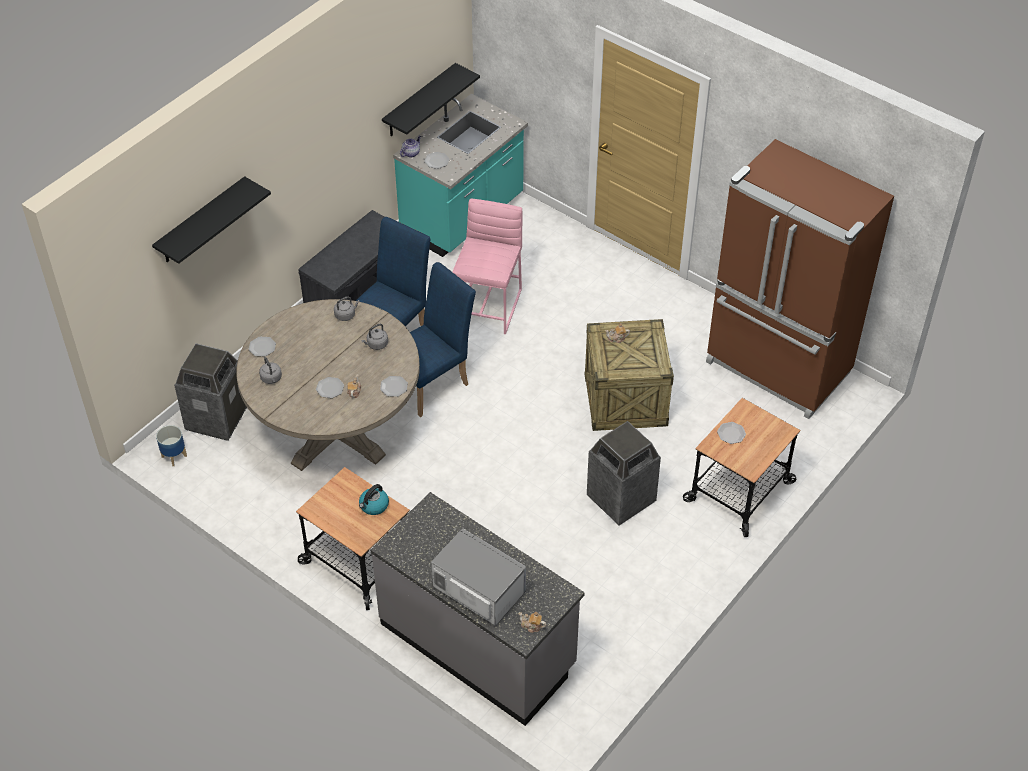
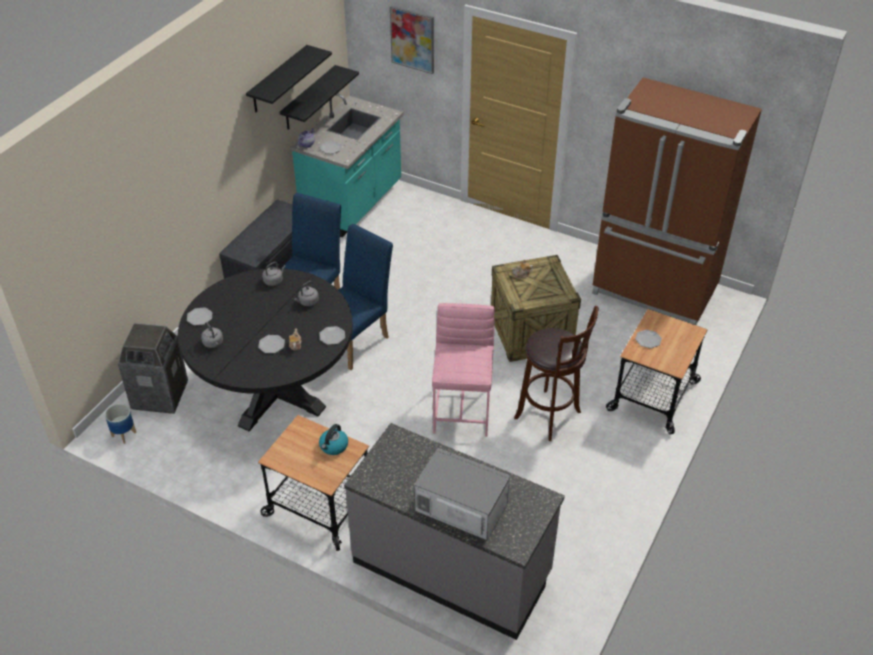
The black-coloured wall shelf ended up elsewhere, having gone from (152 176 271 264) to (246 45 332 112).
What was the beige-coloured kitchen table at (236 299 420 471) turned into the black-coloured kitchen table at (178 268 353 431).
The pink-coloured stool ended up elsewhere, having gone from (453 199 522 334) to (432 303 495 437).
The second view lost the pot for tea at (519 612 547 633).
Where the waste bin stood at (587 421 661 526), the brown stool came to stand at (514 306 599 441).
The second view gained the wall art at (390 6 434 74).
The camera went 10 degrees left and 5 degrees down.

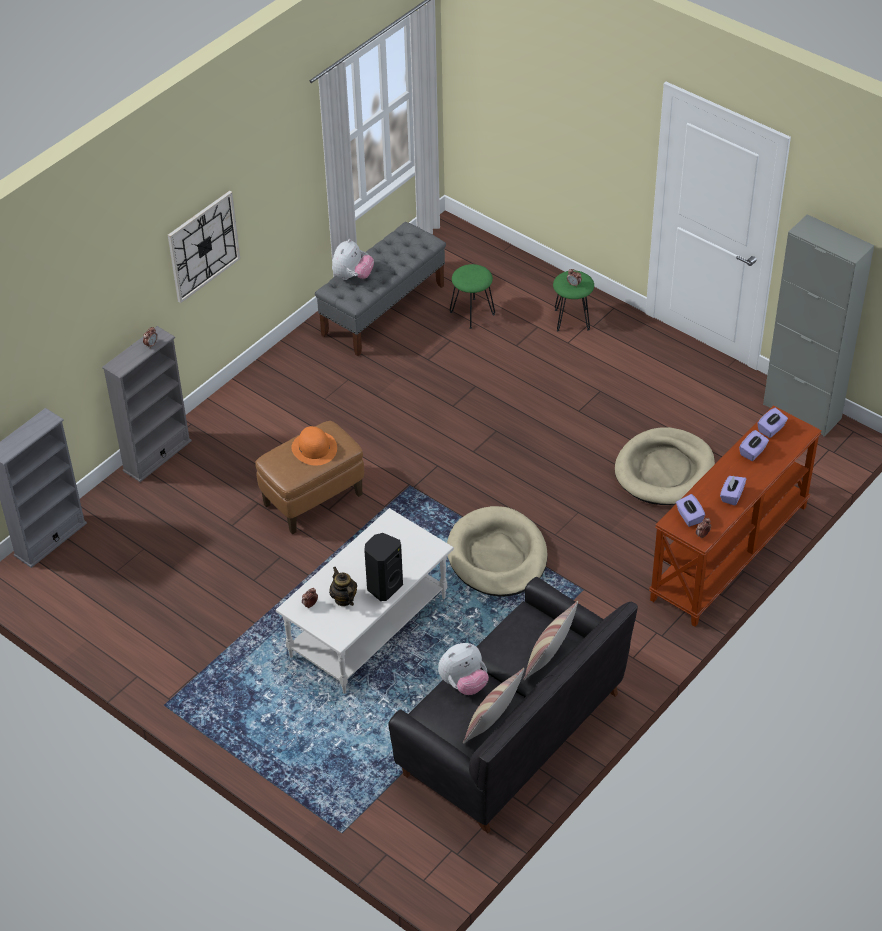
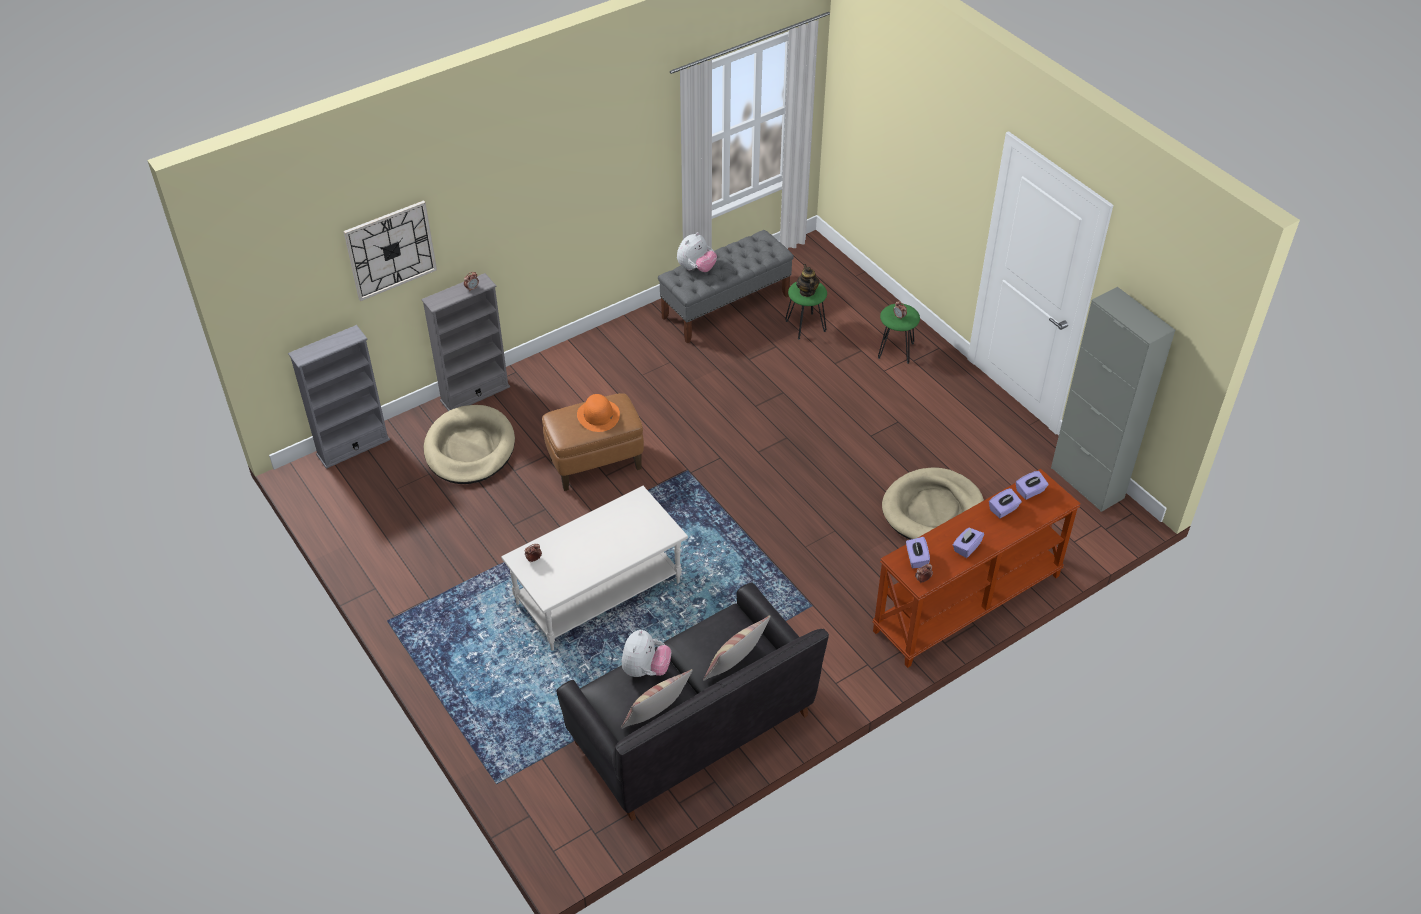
The clock on the wall ended up elsewhere, having gone from (168 191 240 303) to (344 200 437 301).
The pot for tea ended up elsewhere, having gone from (329 567 357 606) to (796 264 820 297).
The second view lost the black-coloured loudspeaker at (364 533 403 601).
The soft toy at (438 643 489 695) ended up facing another way, 60 degrees counterclockwise from before.
The beige-coloured pet bed ended up elsewhere, having gone from (447 506 548 597) to (424 405 515 484).
The camera went 15 degrees right and 0 degrees up.

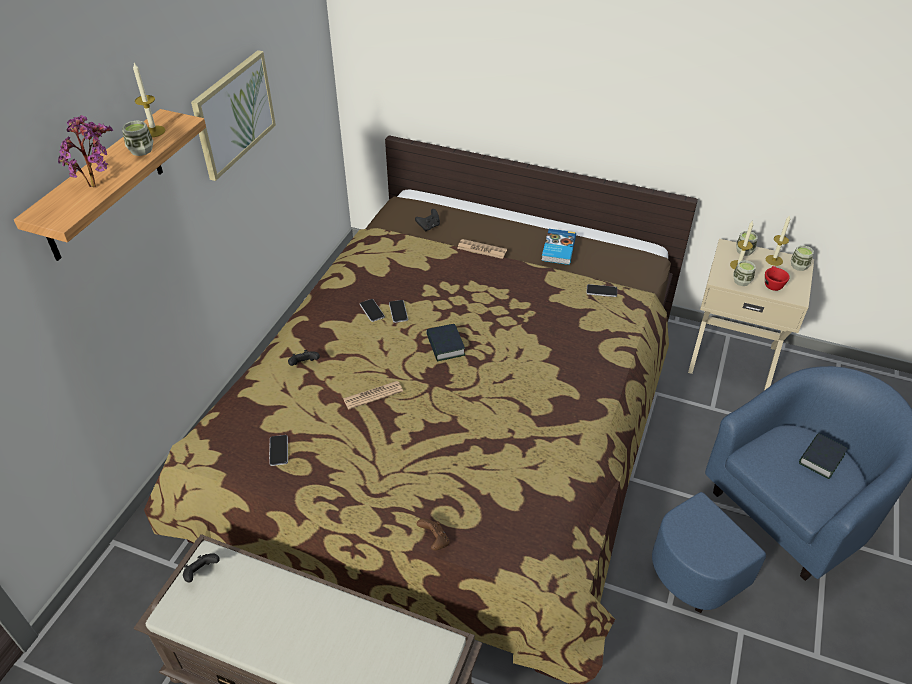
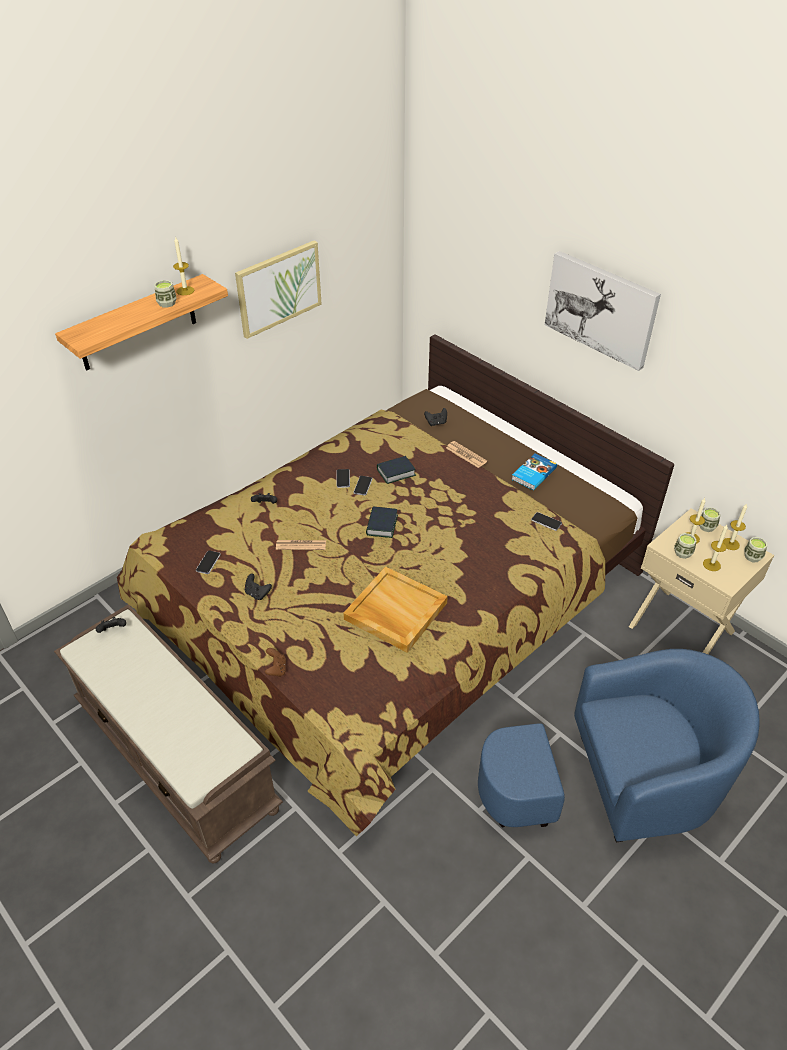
The second view lost the potted plant at (58 115 113 187).
Where the red drinking cup stood at (765 266 790 291), the wax light came to stand at (703 525 728 571).
The book ended up elsewhere, having gone from (799 433 847 479) to (377 456 416 484).
The second view gained the black-coloured gamepad at (245 574 272 600).
The second view gained the beige-coloured tray at (343 566 448 653).
The second view gained the wall art at (545 251 661 371).
The camera went 25 degrees right and 0 degrees up.

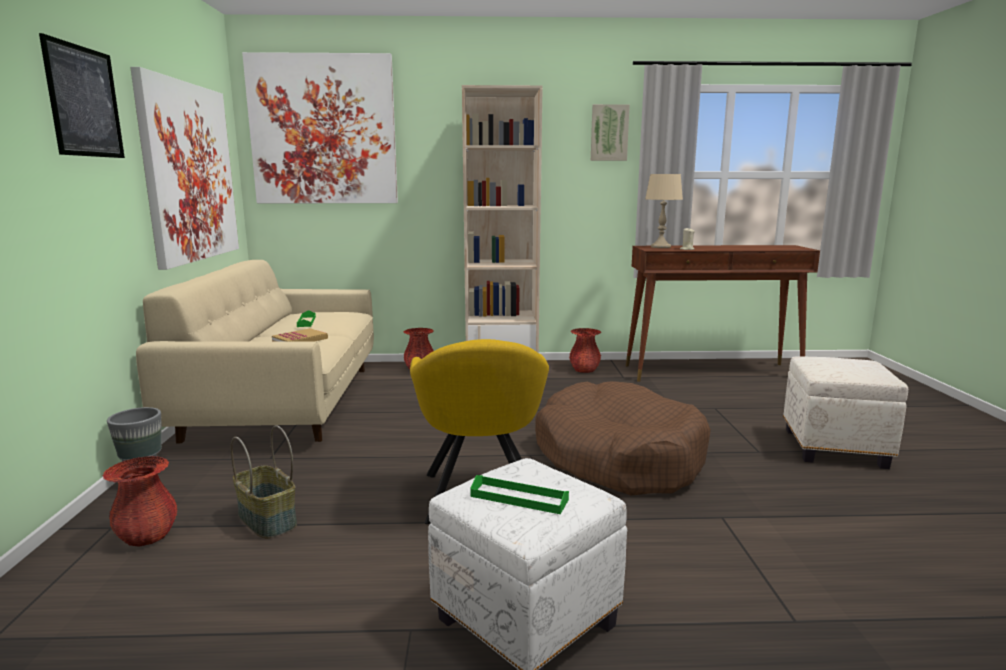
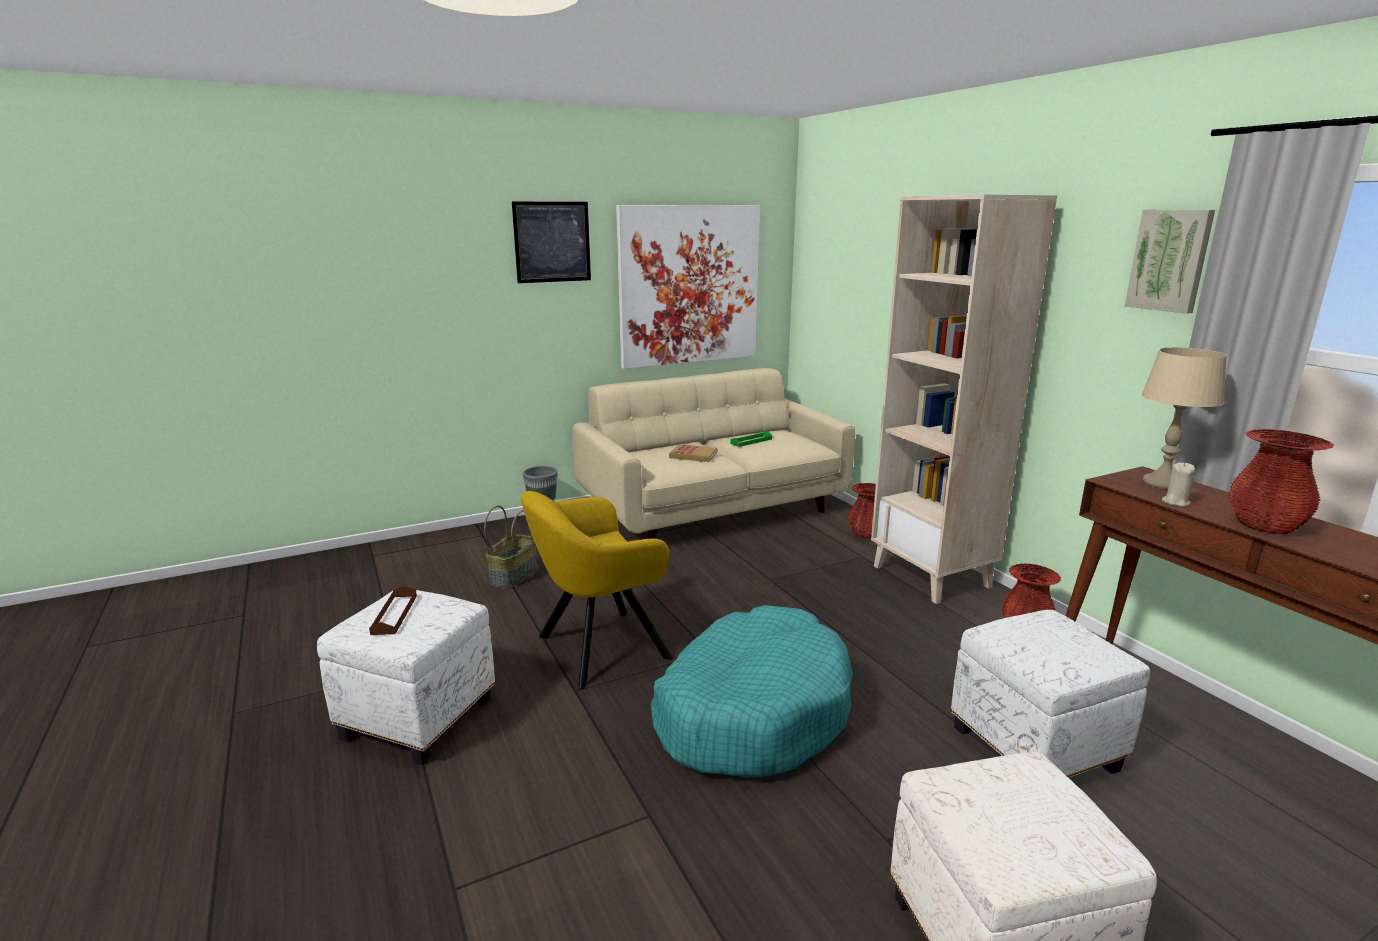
The red vase ended up elsewhere, having gone from (102 456 177 547) to (1229 429 1334 534).
The second view lost the wall art at (242 52 398 203).
What was the green tray at (470 475 569 514) turned into the brown tray at (369 585 417 635).
What was the brown pet bed at (535 381 711 495) turned into the turquoise-coloured pet bed at (651 605 853 777).
The second view gained the whitish footrest at (951 610 1150 778).
The camera went 65 degrees right and 5 degrees up.

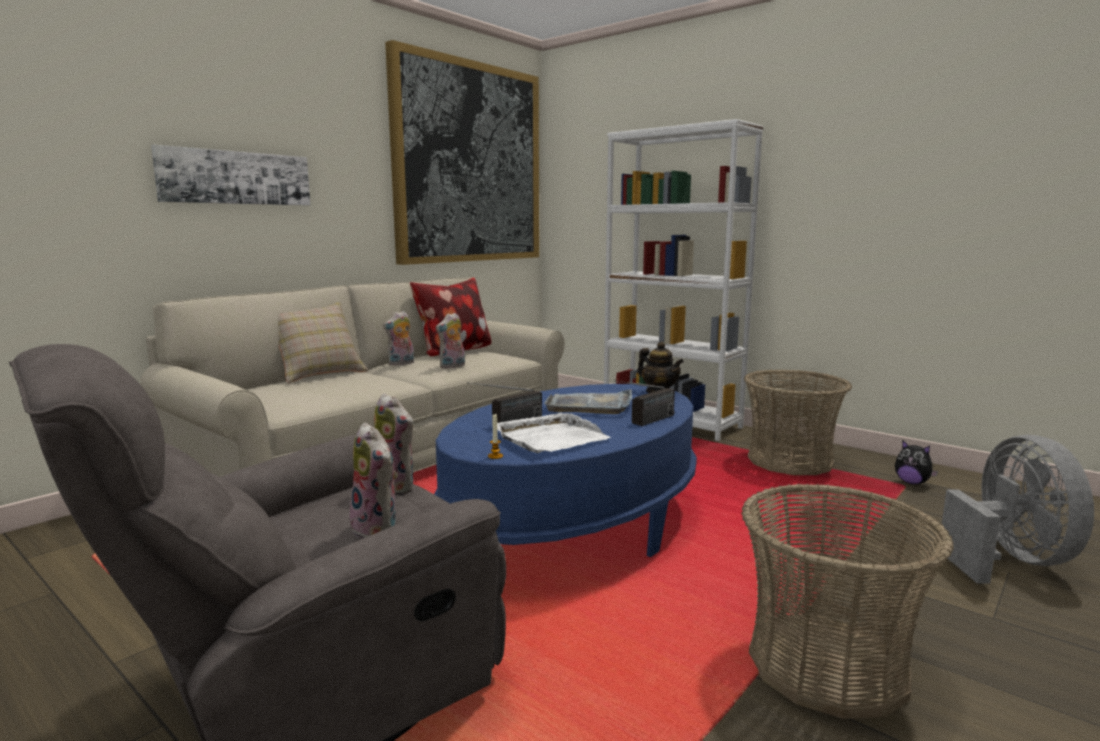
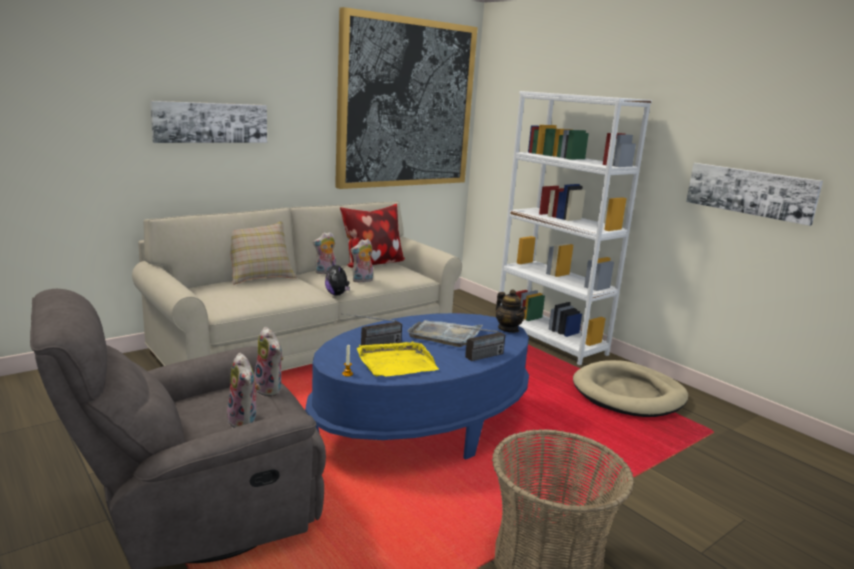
What was the whitish tray at (497 413 611 453) turned into the yellow-coloured tray at (357 342 439 377).
Where the household basket stood at (744 369 852 475), the beige-coloured pet bed came to stand at (573 360 688 417).
The soft toy ended up elsewhere, having gone from (895 441 938 485) to (325 262 350 296).
The second view lost the gray cooling fan at (940 435 1094 583).
The second view gained the wall art at (686 163 823 226).
The camera went 10 degrees right and 5 degrees up.

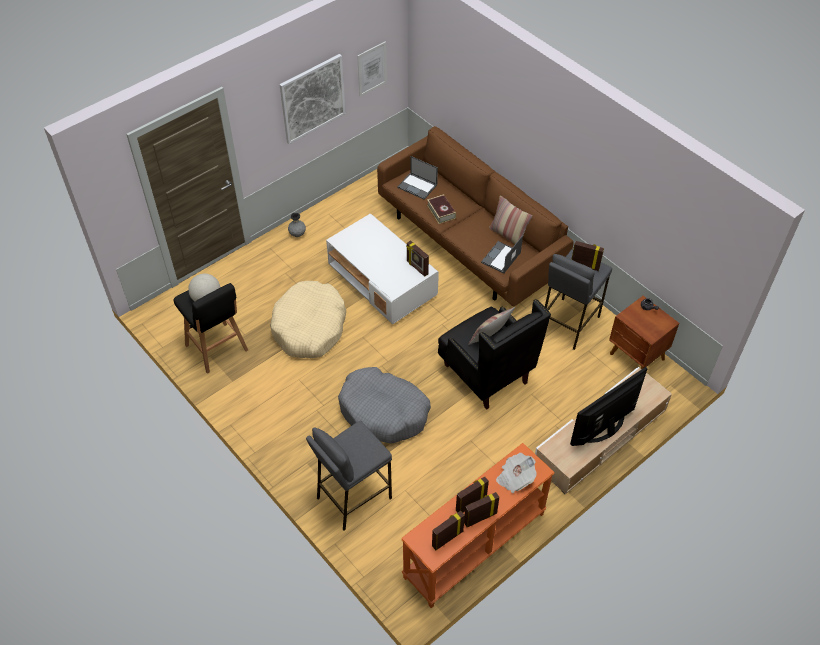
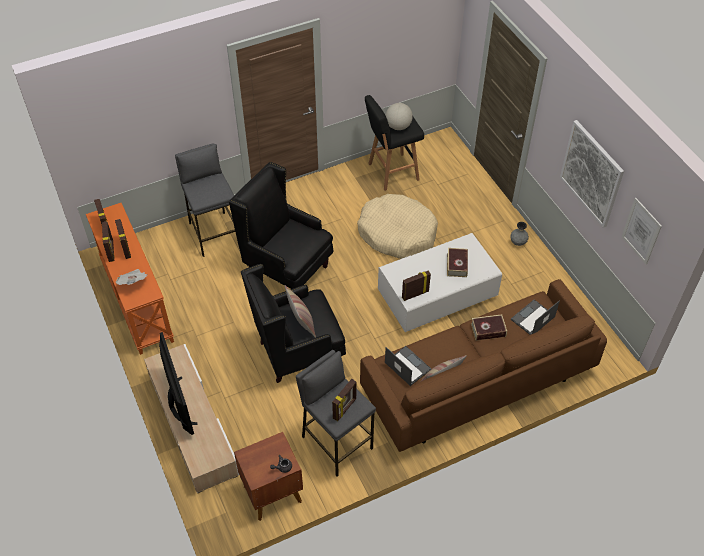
Where the gray pet bed stood at (338 367 431 443), the black-coloured armchair came to stand at (229 162 334 289).
The second view gained the book at (447 248 468 277).
The camera went 105 degrees right and 0 degrees up.

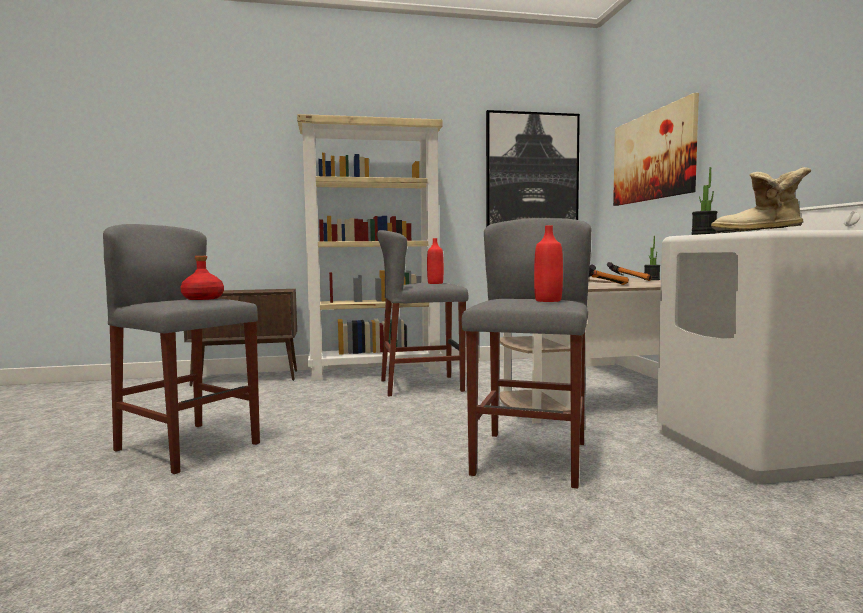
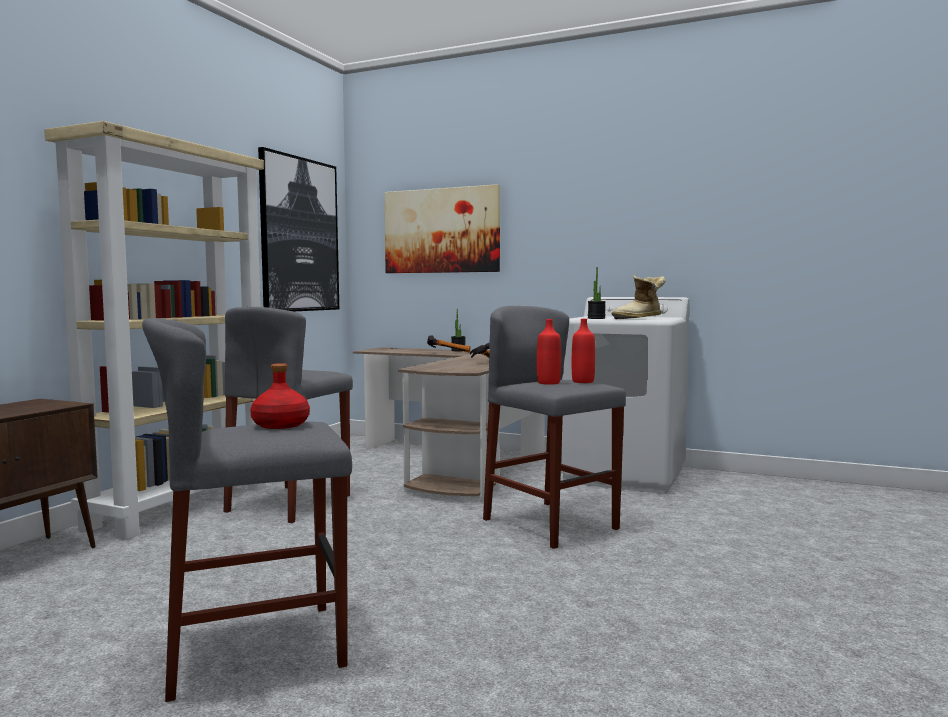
The red bottle ended up elsewhere, having gone from (427 238 444 284) to (537 319 561 385).
The camera went 55 degrees left and 0 degrees up.

